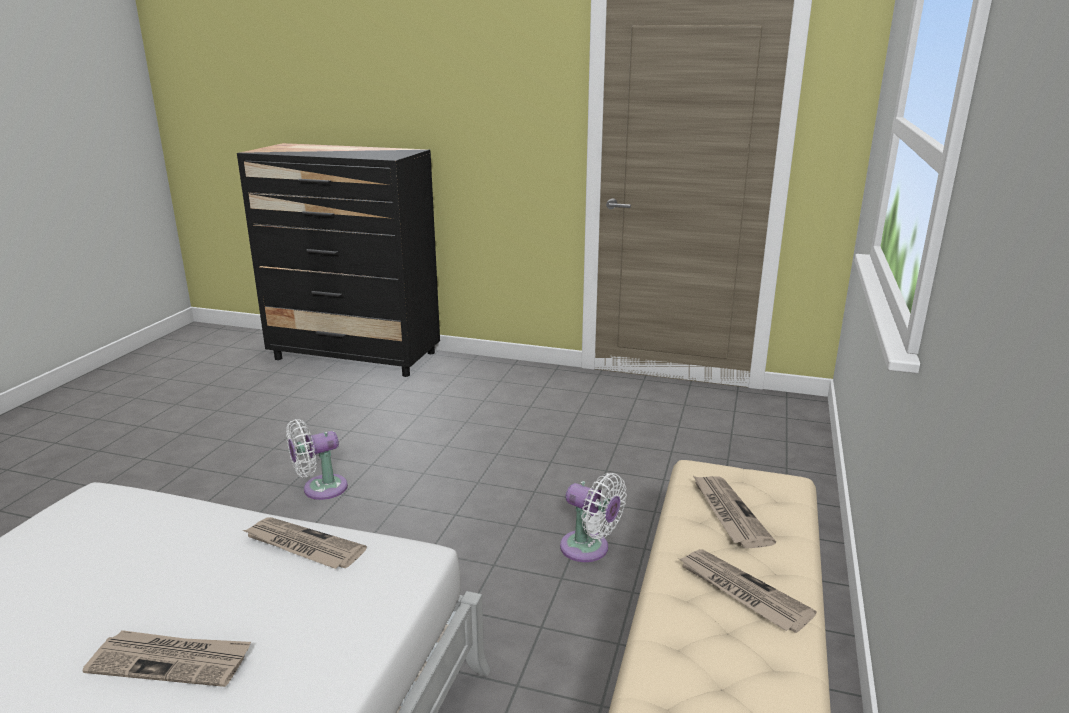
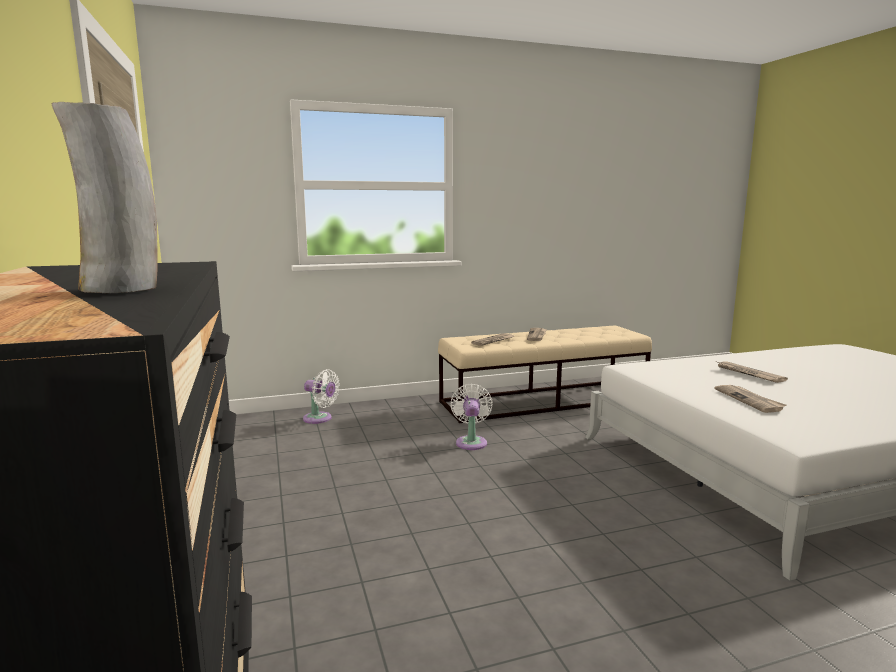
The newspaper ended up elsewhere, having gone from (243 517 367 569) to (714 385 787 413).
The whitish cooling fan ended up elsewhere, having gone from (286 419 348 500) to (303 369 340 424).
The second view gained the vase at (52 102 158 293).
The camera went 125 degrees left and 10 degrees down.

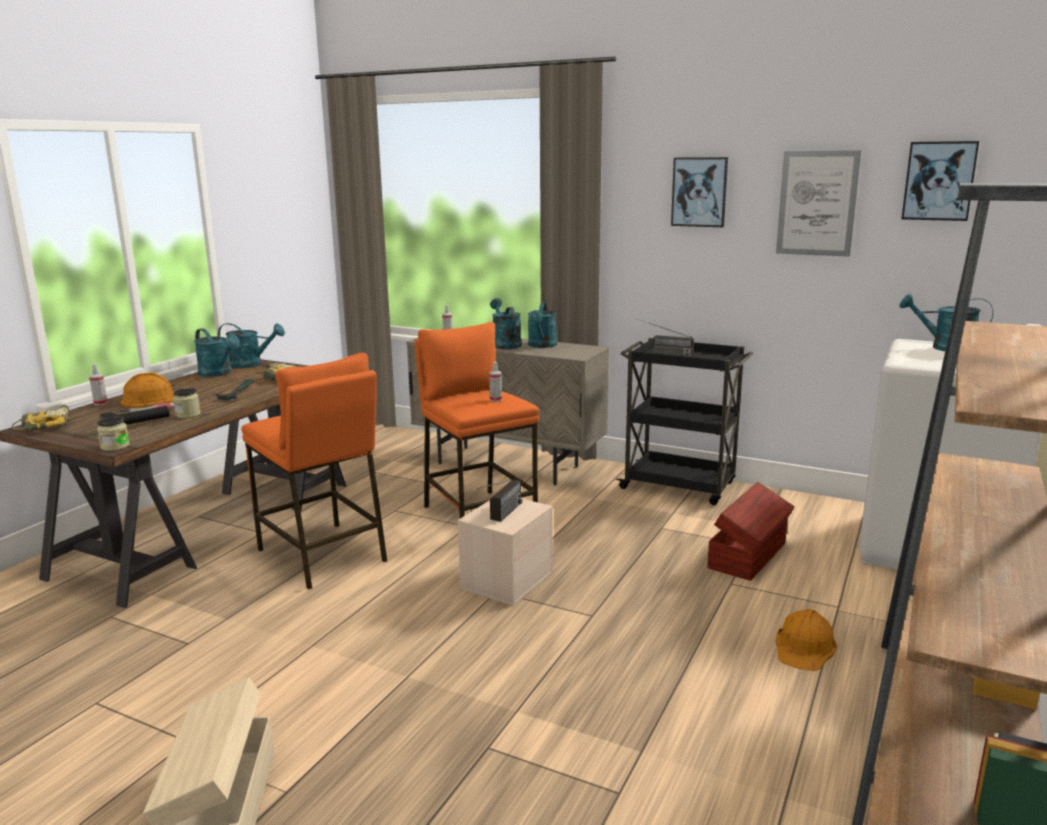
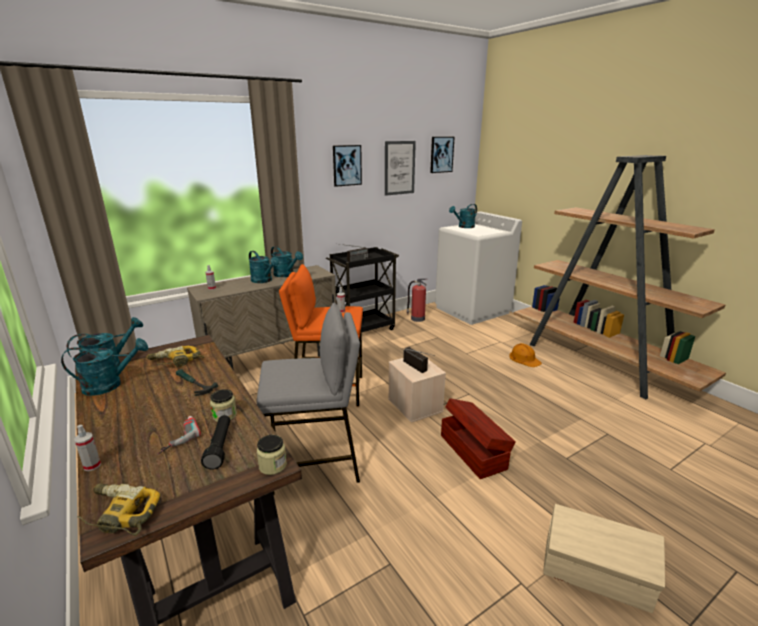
The second view lost the orange-coloured hard hat at (121 373 175 408).
What was the orange-coloured stool at (241 353 387 590) turned into the gray stool at (256 302 360 495).
The turquoise-coloured watering can at (490 298 521 349) ended up facing another way, 150 degrees counterclockwise from before.
The brown storage bin ended up elsewhere, having gone from (707 482 795 581) to (441 398 516 479).
The second view gained the fire-fighting cylinder at (406 278 426 322).
The camera went 60 degrees left and 5 degrees up.

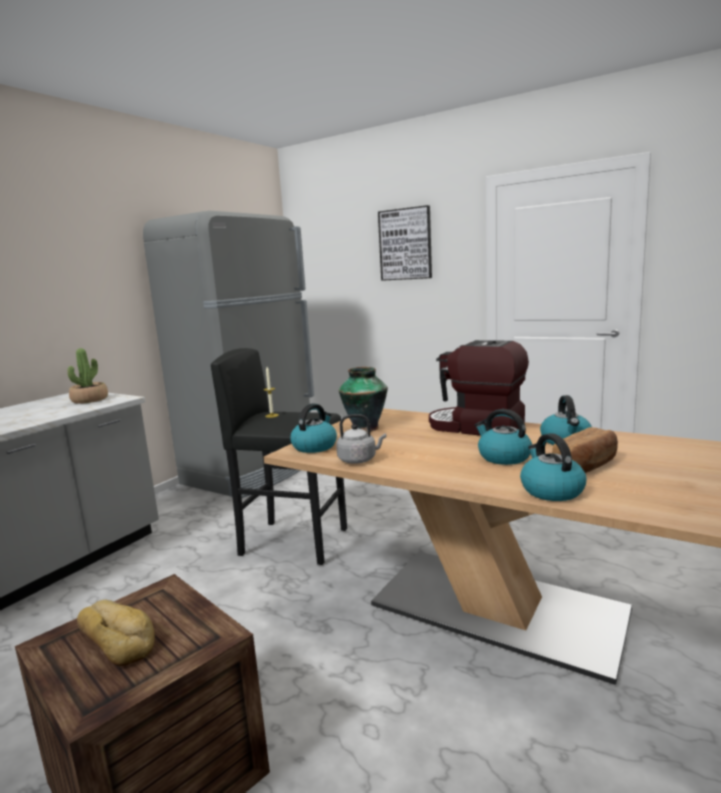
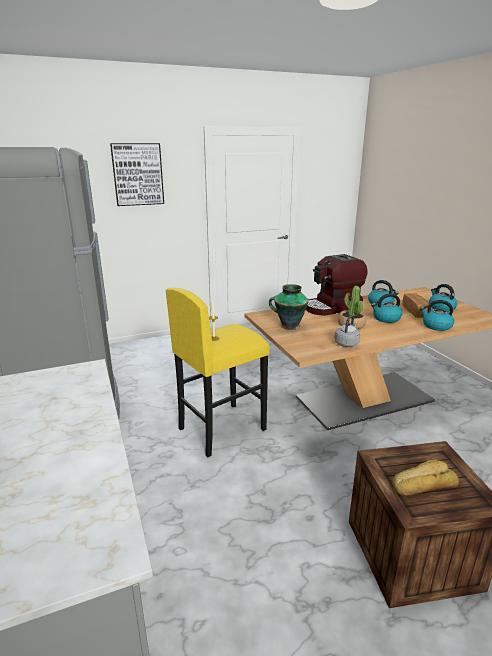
The potted plant ended up elsewhere, having gone from (67 348 108 404) to (338 286 366 329).
What was the black-coloured stool at (211 348 347 565) turned into the yellow-coloured stool at (166 288 270 457).
The water kettle ended up elsewhere, having gone from (290 404 337 453) to (429 284 458 312).
The camera went 55 degrees left and 10 degrees up.

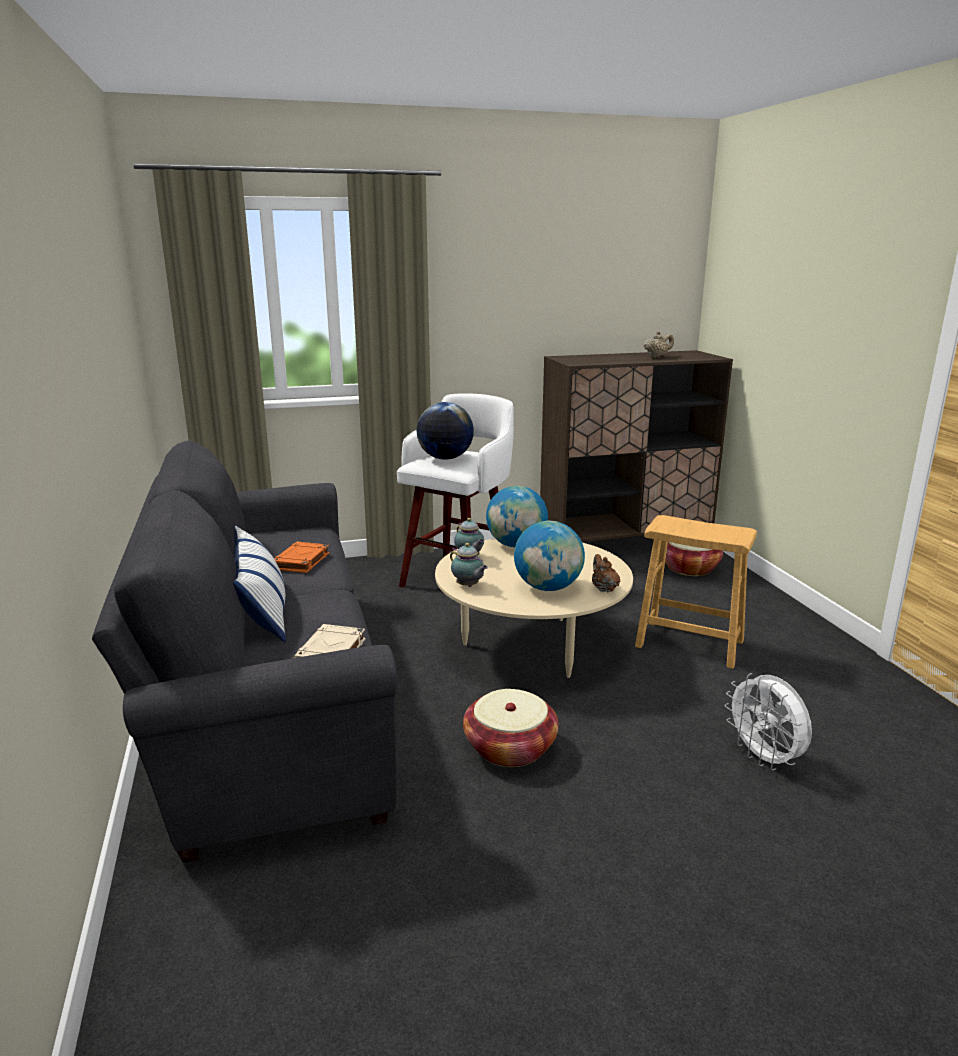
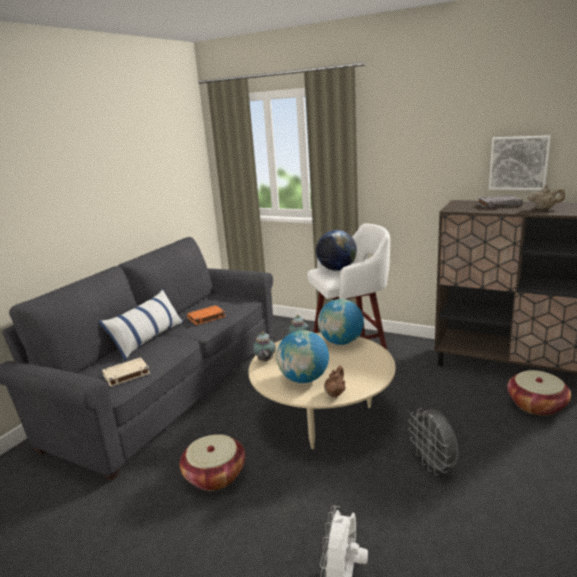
Where the brown stool stood at (635 515 757 669), the gray cooling fan came to stand at (408 408 459 475).
The second view gained the gray book at (477 195 523 208).
The second view gained the wall art at (489 135 550 190).
The camera went 45 degrees right and 0 degrees up.

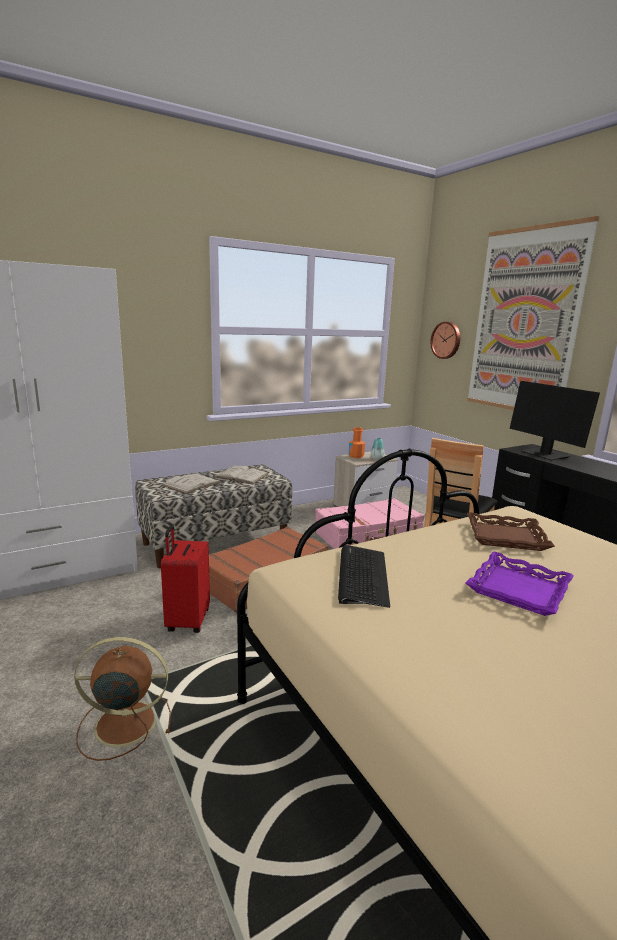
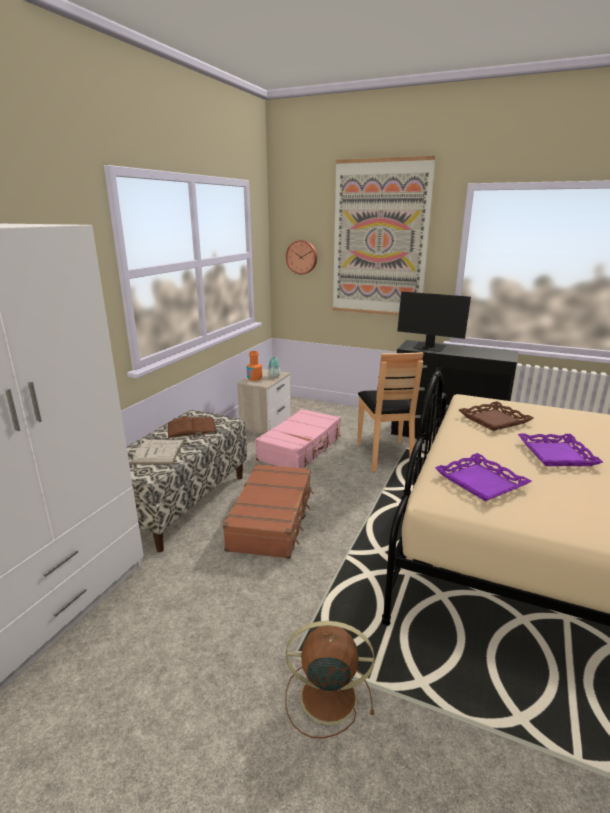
The brown cooling fan at (74 637 171 761) ended up facing another way, 45 degrees clockwise from before.
The second view lost the red piece of luggage at (161 525 210 633).
What was the whitish book at (214 465 268 484) turned into the brown book at (168 416 217 438).
Where the PC keyboard stood at (338 545 390 608), the purple-coloured tray came to stand at (435 453 532 501).
The camera went 35 degrees left and 5 degrees up.

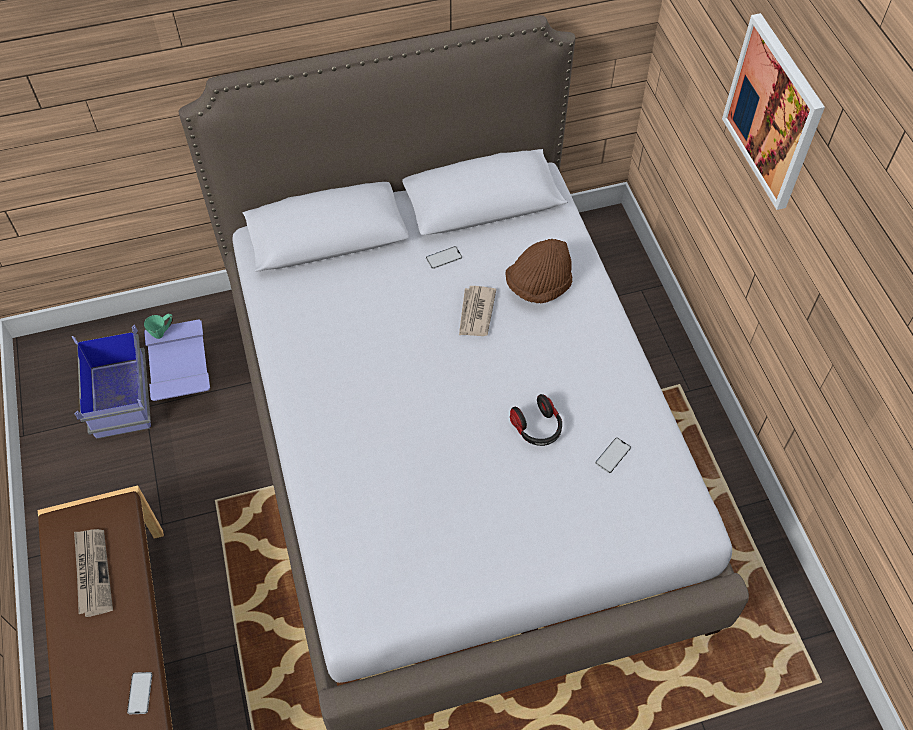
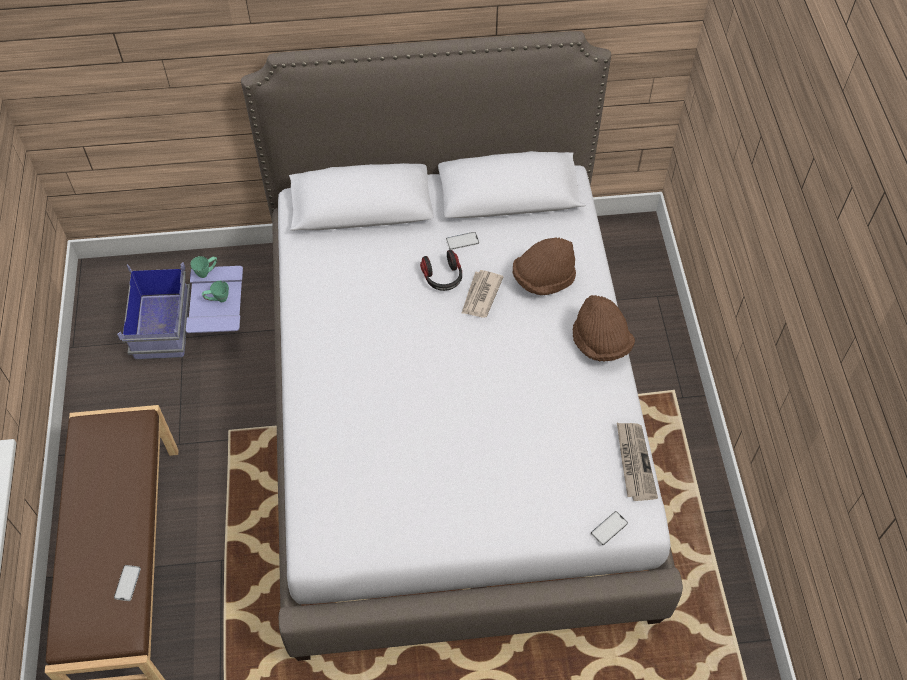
The newspaper ended up elsewhere, having gone from (74 529 113 617) to (617 423 658 501).
The headphones ended up elsewhere, having gone from (510 394 562 446) to (420 250 462 291).
The phone ended up elsewhere, having gone from (595 437 631 473) to (591 511 628 545).
The second view lost the wall art at (722 13 825 210).
The second view gained the green mug at (202 281 229 302).
The second view gained the brown hat at (573 295 635 362).
The camera went 10 degrees right and 0 degrees up.

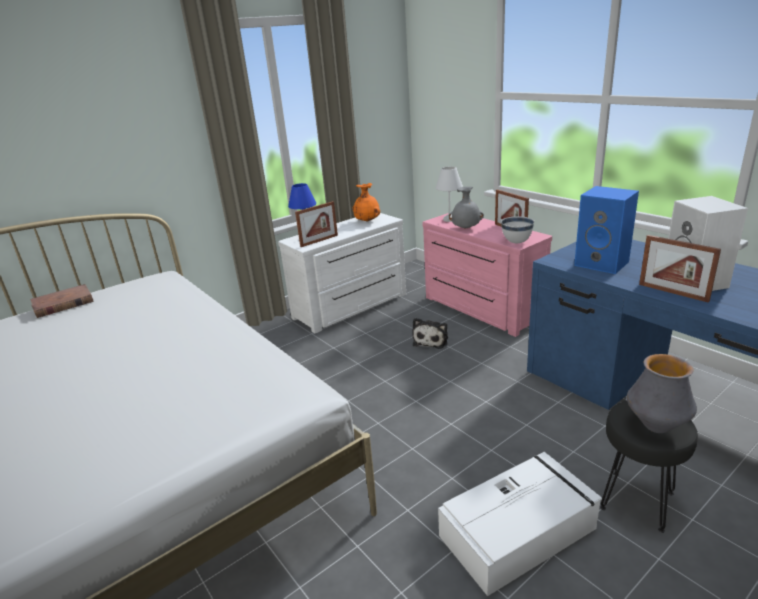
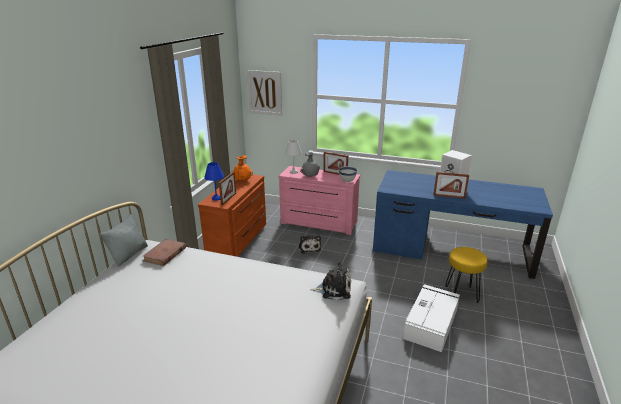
The brown book ended up elsewhere, having gone from (30 284 94 318) to (142 239 186 266).
What was the whitish dresser at (278 213 406 333) turned into the brown dresser at (198 175 266 257).
The second view lost the blue loudspeaker at (574 186 639 274).
What was the black-coloured stool at (600 401 698 533) turned into the yellow-coloured stool at (445 247 488 303).
The second view lost the vase at (627 354 697 433).
The second view gained the gray throw pillow at (100 214 148 266).
The second view gained the wall art at (247 70 282 116).
The second view gained the soft toy at (311 262 351 301).
The camera went 35 degrees left and 0 degrees up.

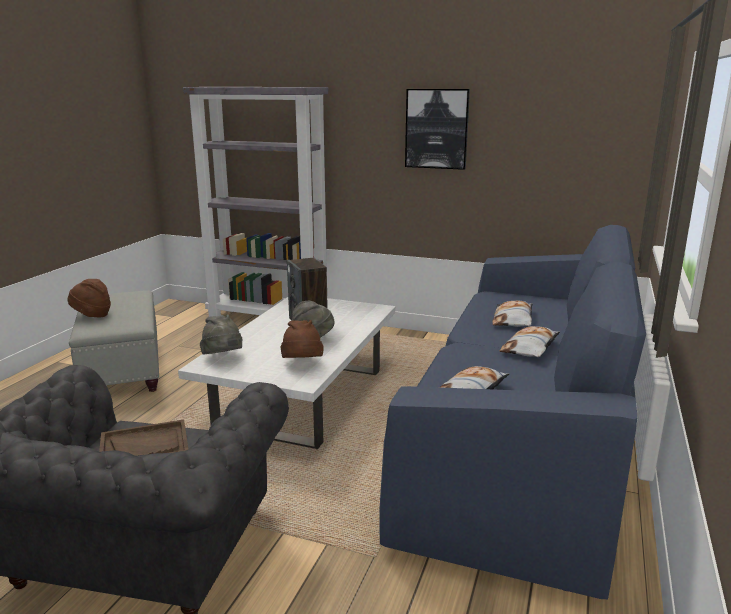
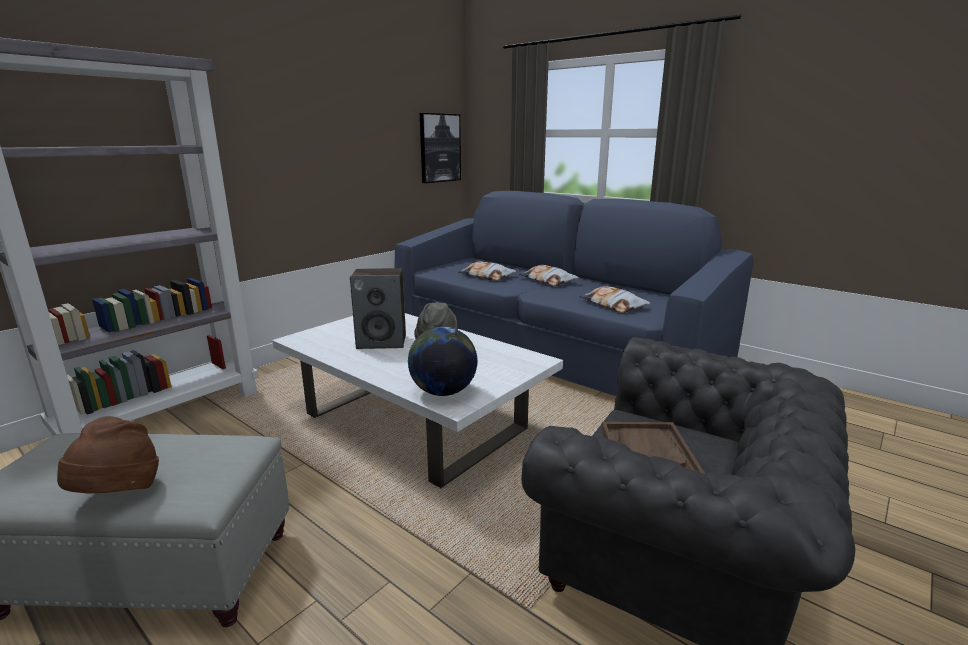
Where the gray hat stood at (200 314 242 355), the desk globe came to stand at (408 327 477 396).
The second view lost the brown hat at (281 320 324 358).
The wall art ended up elsewhere, having gone from (405 89 470 170) to (420 113 461 183).
The camera went 70 degrees left and 0 degrees up.

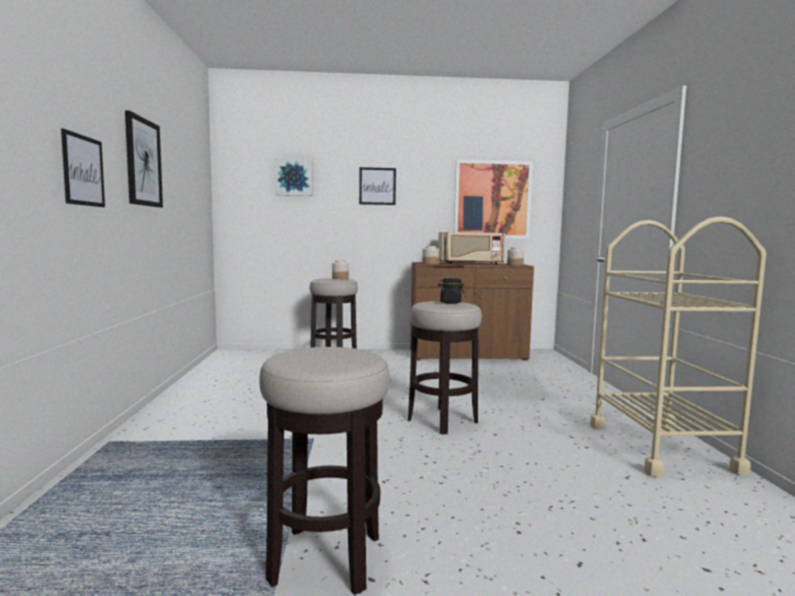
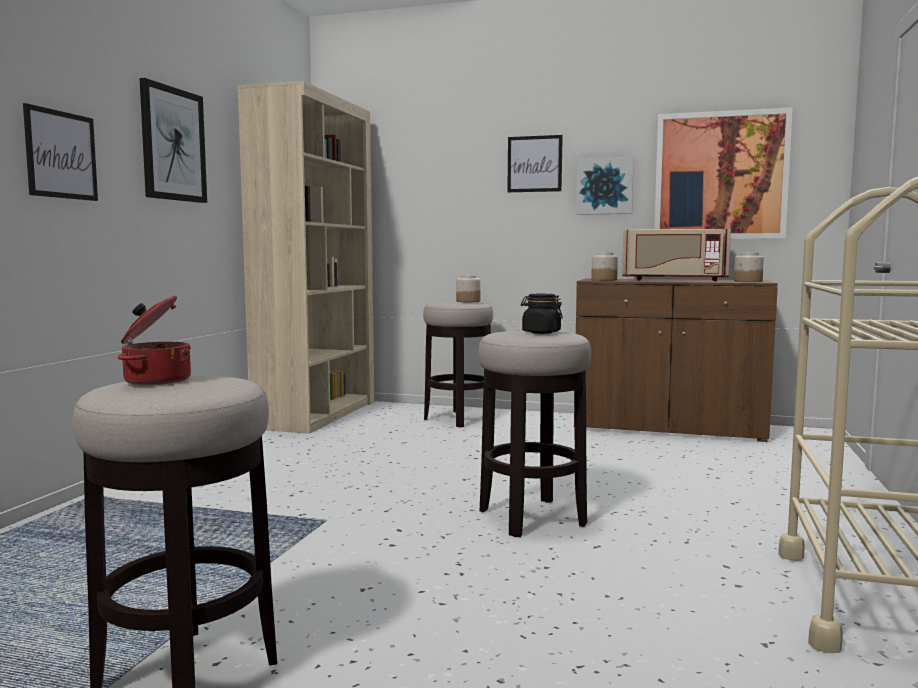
The wall art ended up elsewhere, having gone from (275 158 313 196) to (576 157 634 215).
The second view gained the stockpot at (117 296 191 385).
The second view gained the beige-coloured bookcase at (238 81 374 434).
The camera went 20 degrees right and 0 degrees up.

